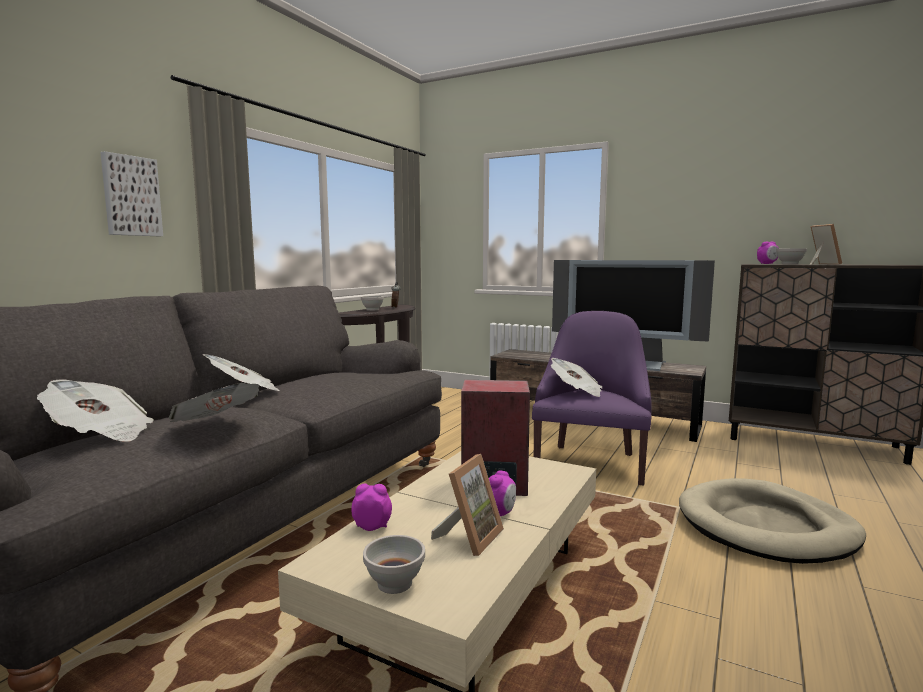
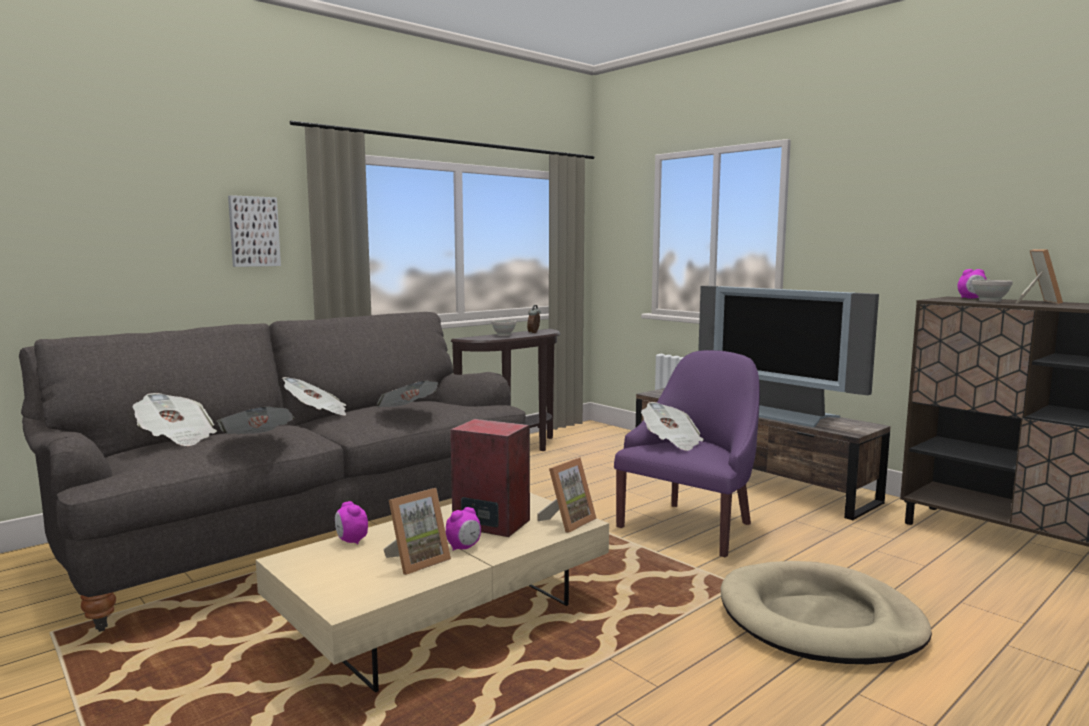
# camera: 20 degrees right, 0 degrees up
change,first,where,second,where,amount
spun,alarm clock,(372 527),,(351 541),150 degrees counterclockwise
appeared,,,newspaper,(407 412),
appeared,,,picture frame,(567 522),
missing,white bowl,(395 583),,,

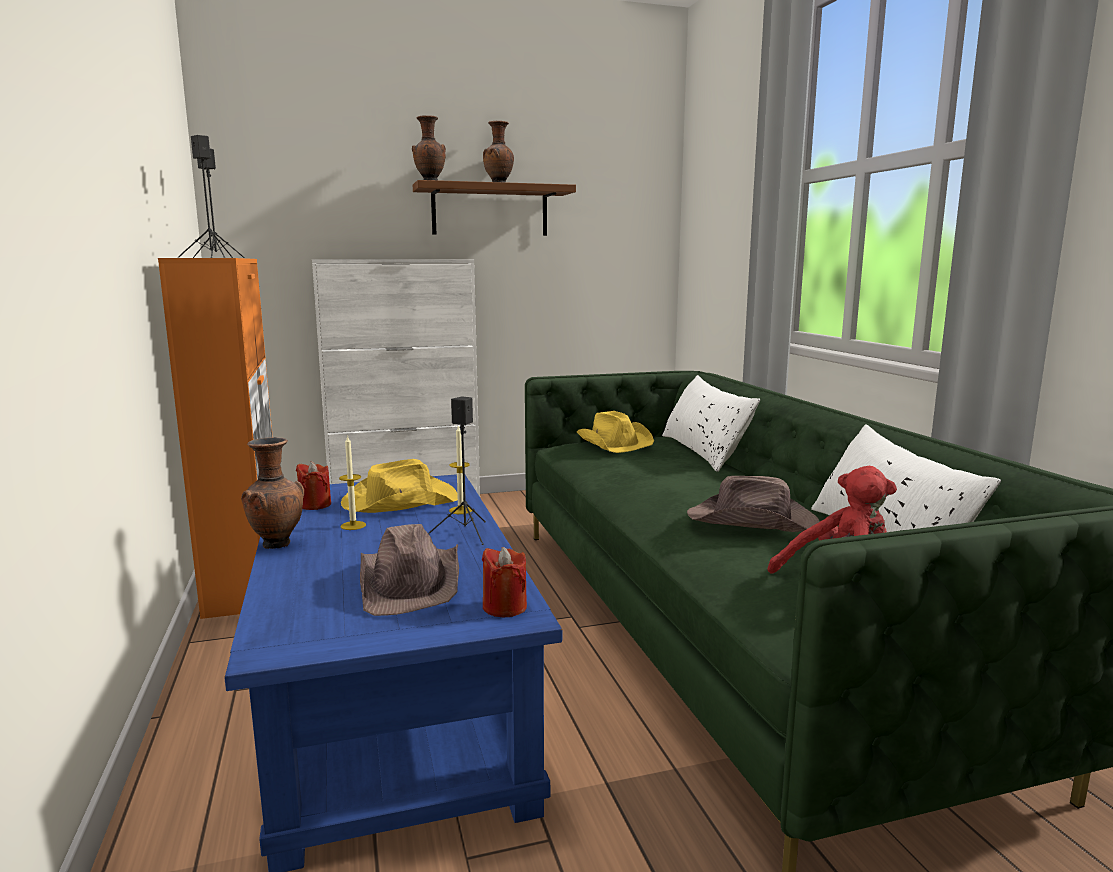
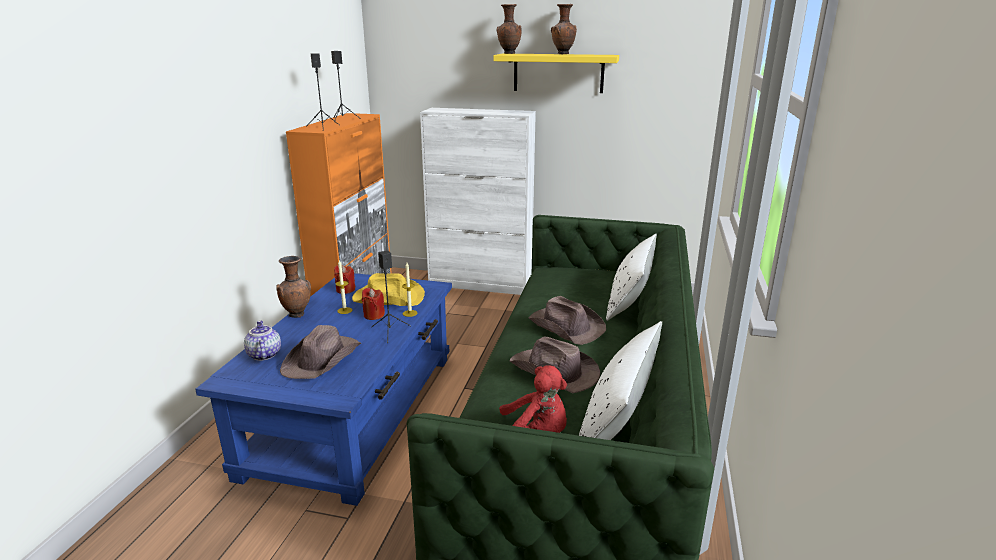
# camera: 30 degrees right, 10 degrees up
change,first,where,second,where,amount
appeared,,,teapot,(263 355),
relocated,red candle,(504 607),,(374 315),
colour,brown shelf,(490 211),yellow shelf,(558 73),
appeared,,,brown hat,(566 326),
missing,yellow hat,(614 442),,,

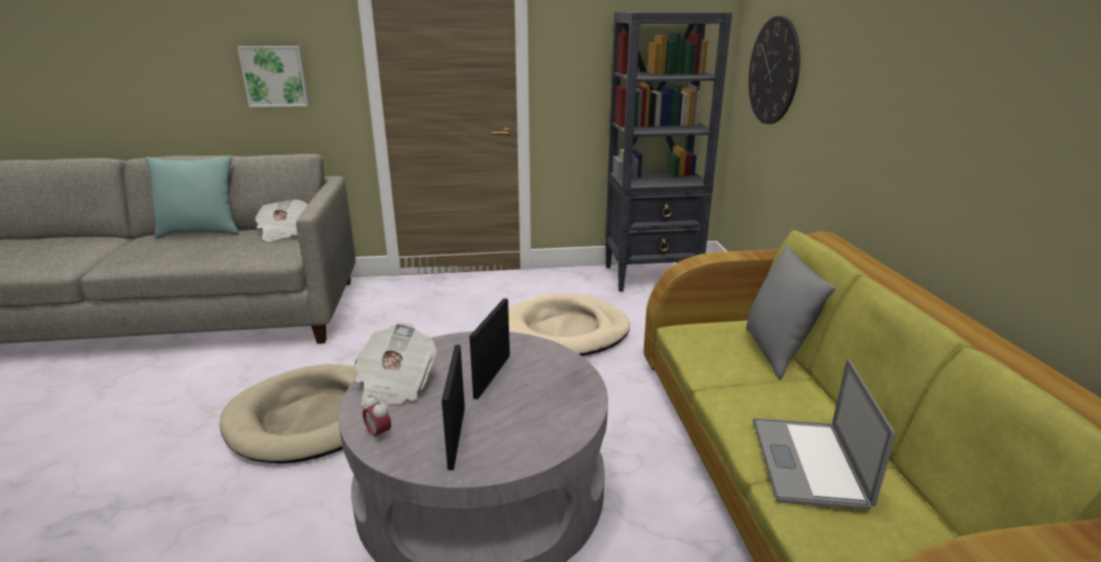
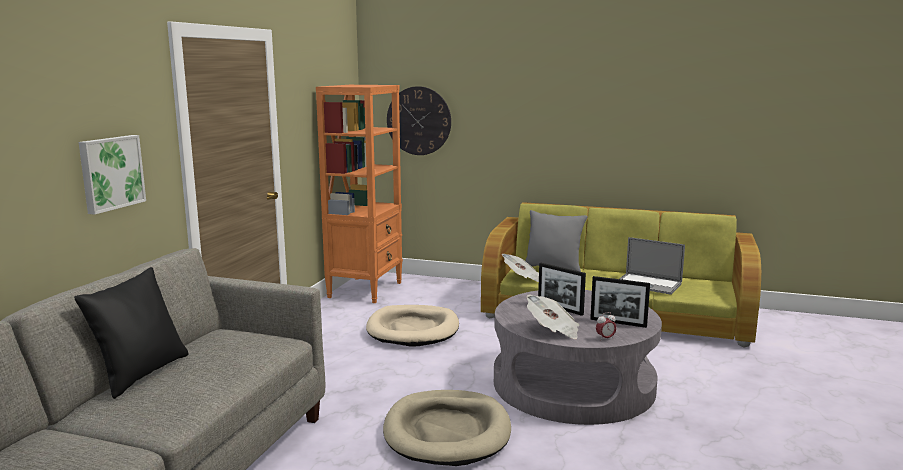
# camera: 65 degrees left, 10 degrees down
change,first,where,second,where,amount
colour,turquoise pillow,(201 232),black pillow,(141 374),
colour,black bookcase,(652 276),orange bookcase,(366 290),
relocated,newspaper,(283 232),,(522 278),

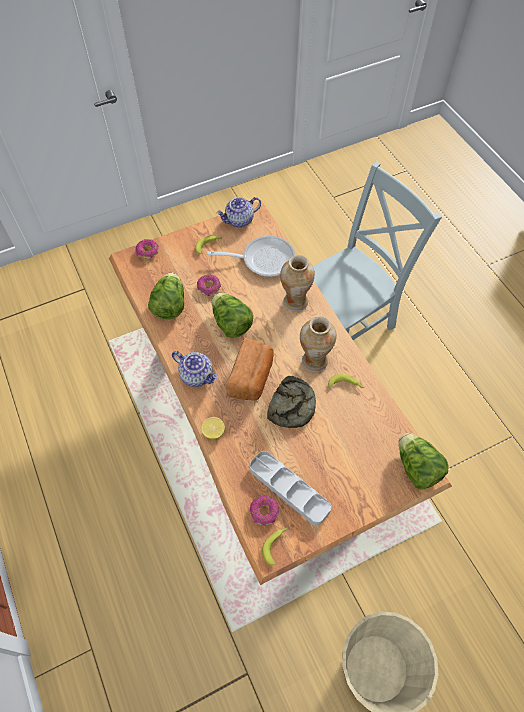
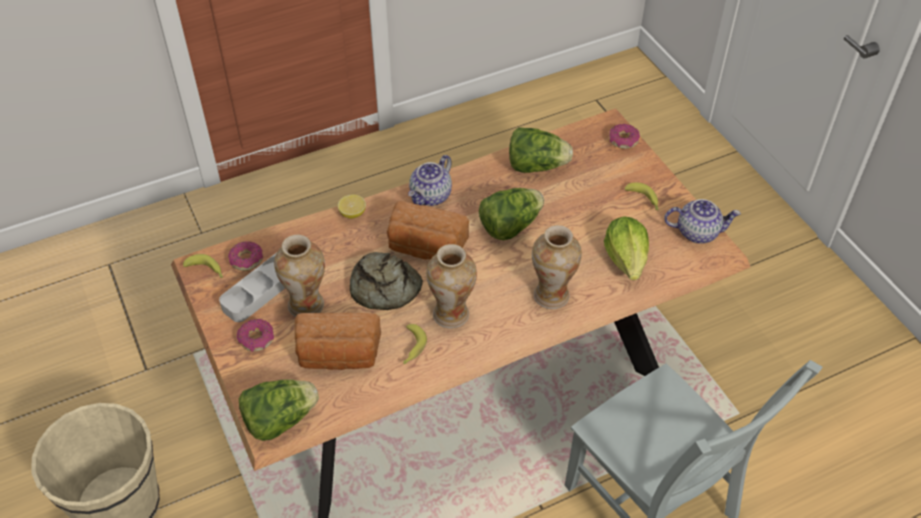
# camera: 90 degrees right, 10 degrees down
change,first,where,second,where,amount
relocated,donut,(209 287),,(256 339),
appeared,,,vase,(306 304),
appeared,,,bread,(338 356),
exchanged,frying pan,(263 259),lettuce,(626 259),
spun,teapot,(239 220),,(698 232),120 degrees clockwise

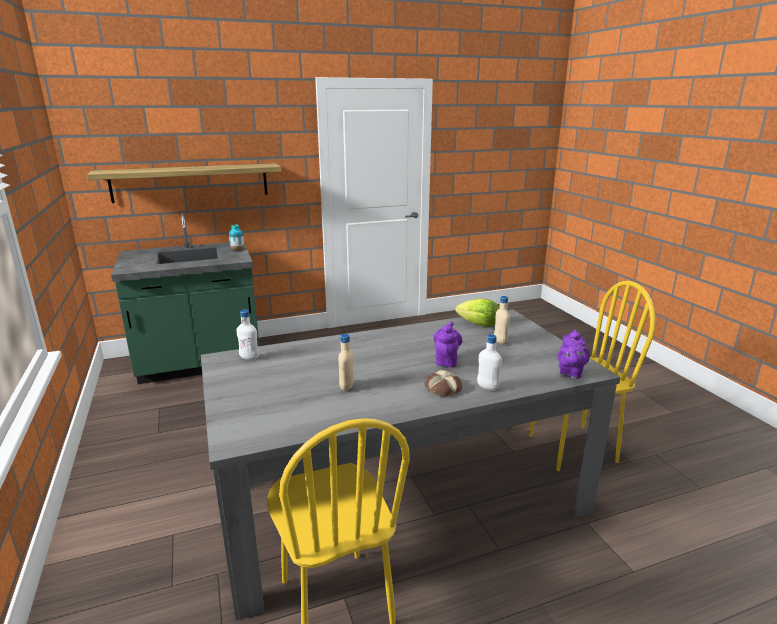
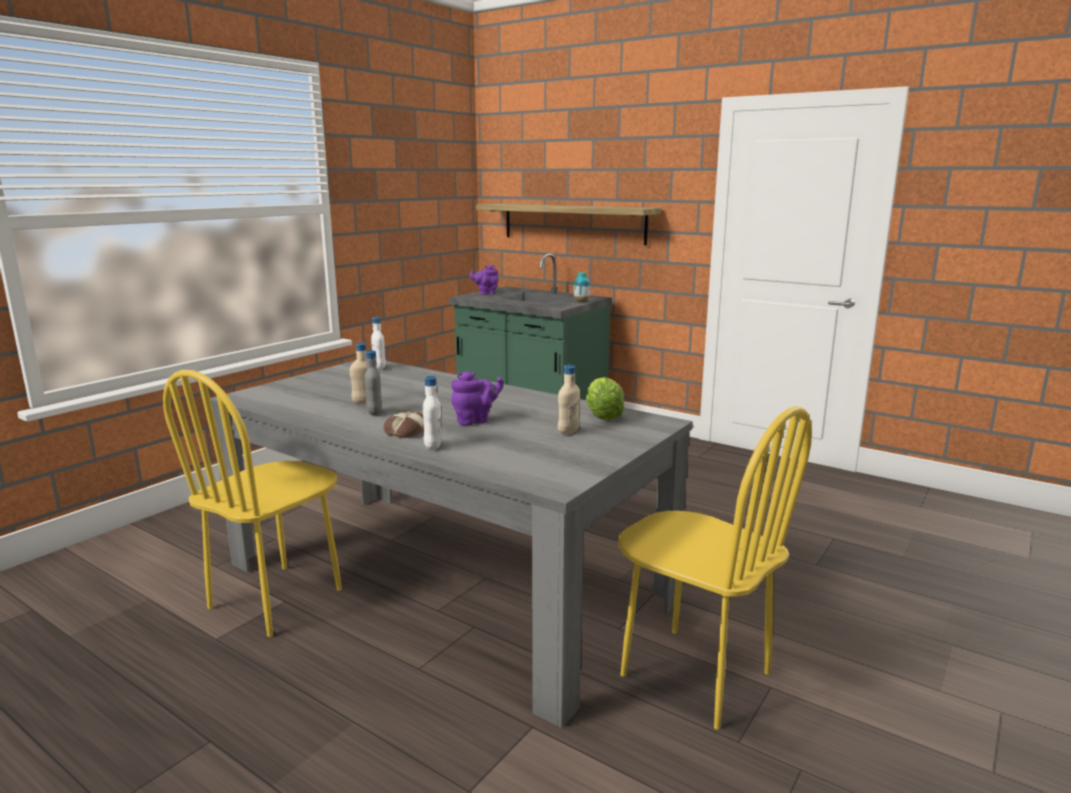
# camera: 55 degrees right, 5 degrees down
change,first,where,second,where,amount
appeared,,,grey bottle,(374 412),
relocated,purple teapot,(570 373),,(486 293),

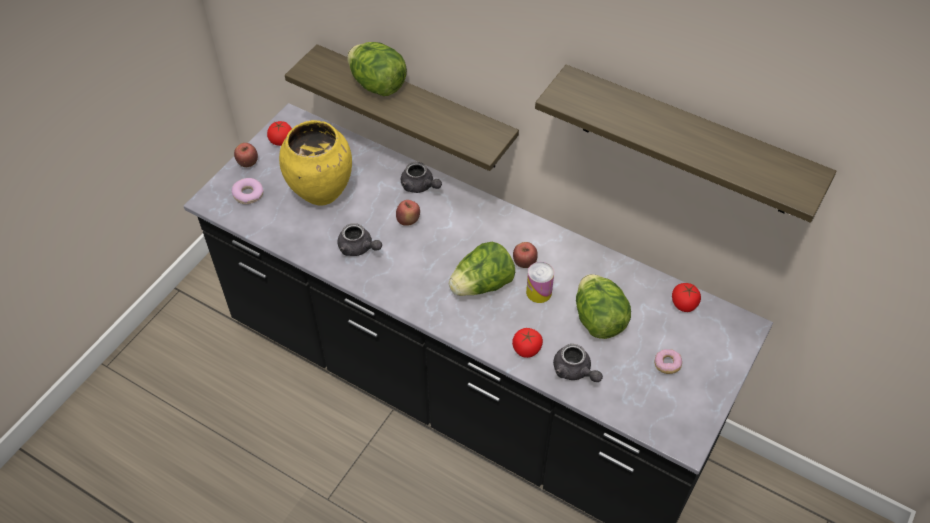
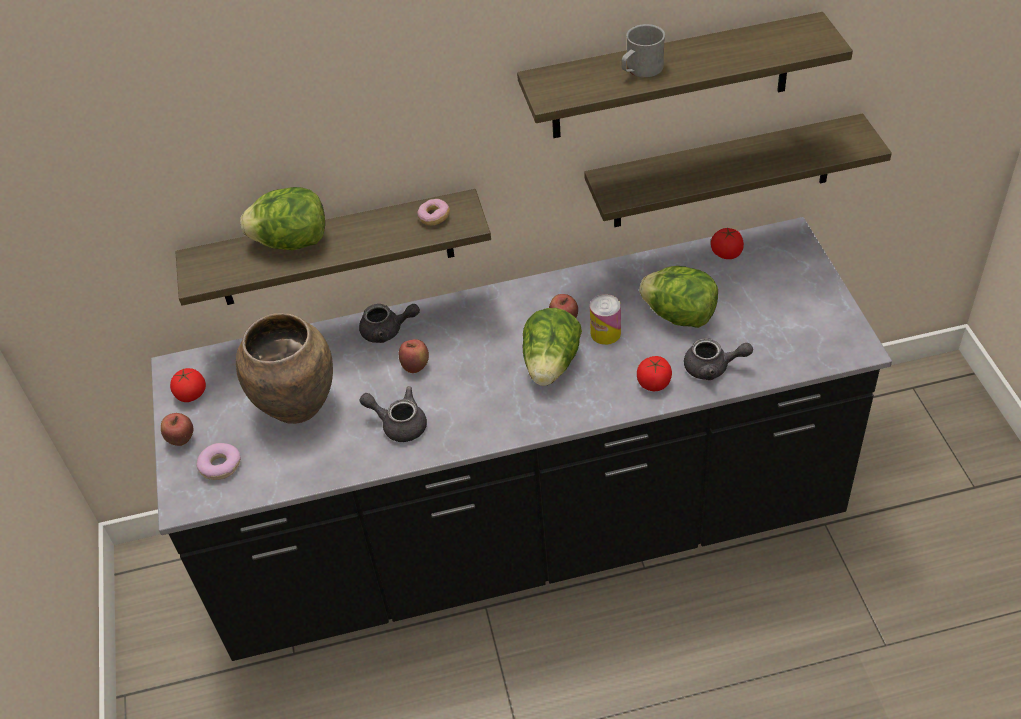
# camera: 40 degrees left, 5 degrees down
change,first,where,second,where,amount
colour,yellow vase,(322 193),brown vase,(298 406),
spun,grey teapot,(358 248),,(399 424),150 degrees counterclockwise
relocated,donut,(667 365),,(434 217),
appeared,,,shelf,(722 173),
appeared,,,grey mug,(640 70),

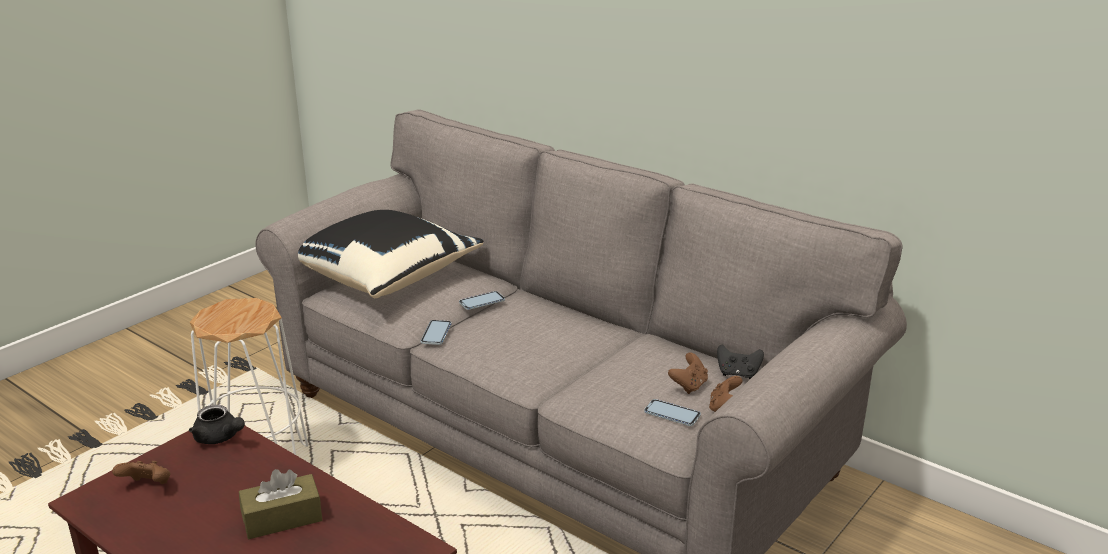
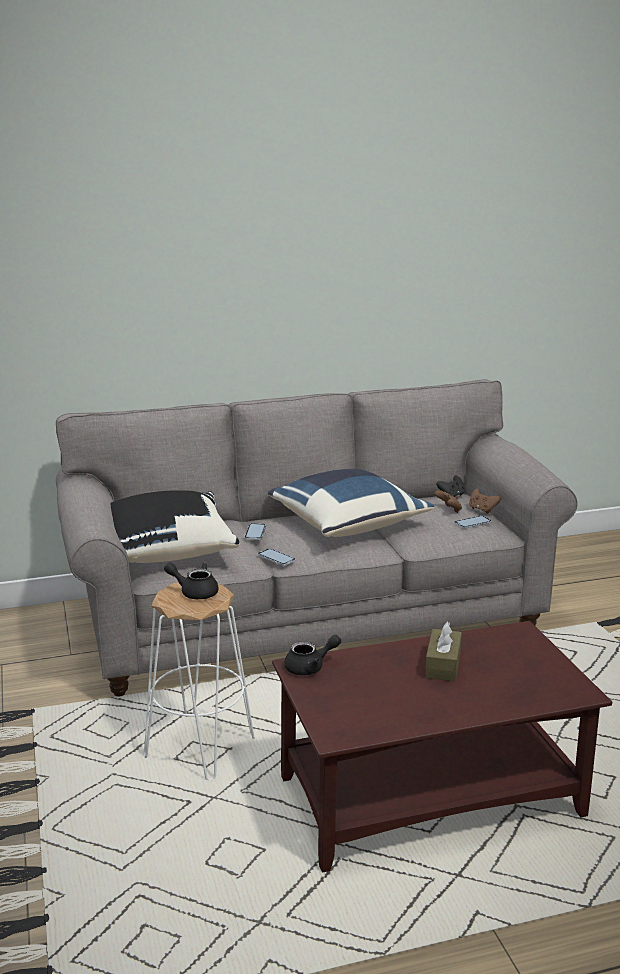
# camera: 55 degrees left, 5 degrees down
change,first,where,second,where,amount
appeared,,,black teapot,(194 592),
appeared,,,blue pillow,(347 524),
missing,brown game controller,(147 486),,,

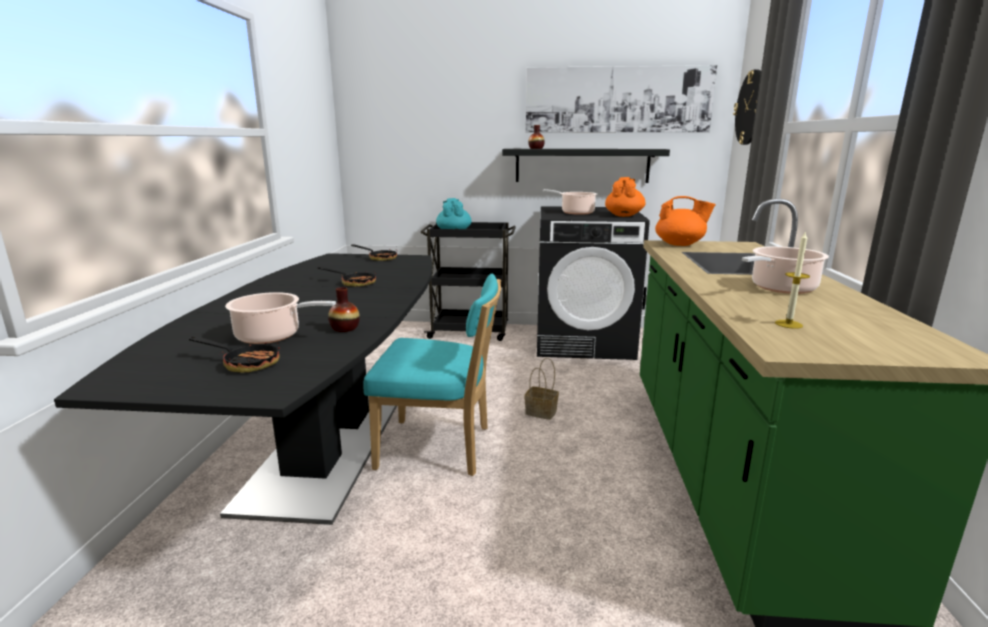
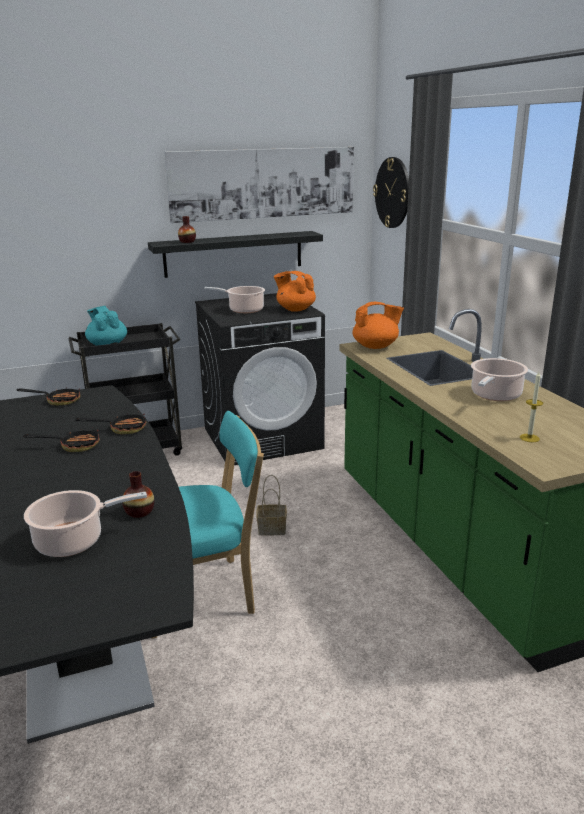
# camera: 25 degrees left, 5 degrees up
change,first,where,second,where,amount
relocated,frying pan,(245 363),,(122 429),
spun,orange teapot,(624 215),,(295 309),45 degrees counterclockwise

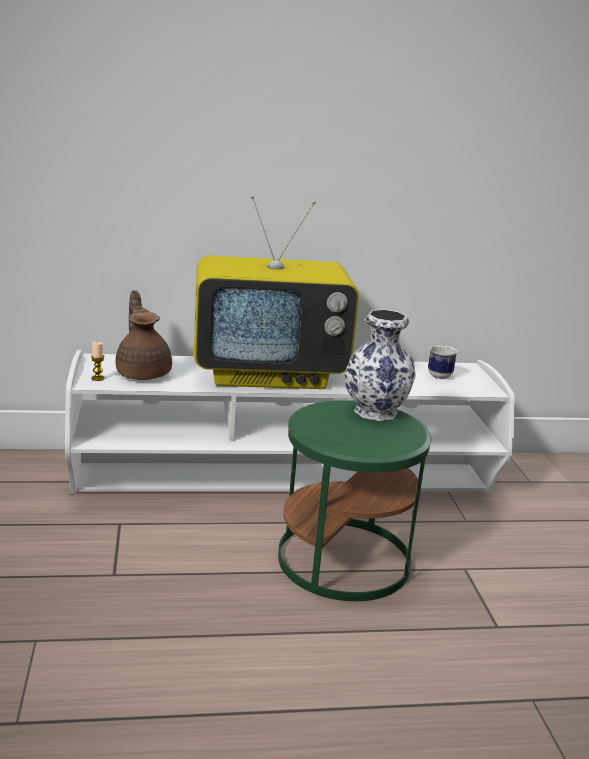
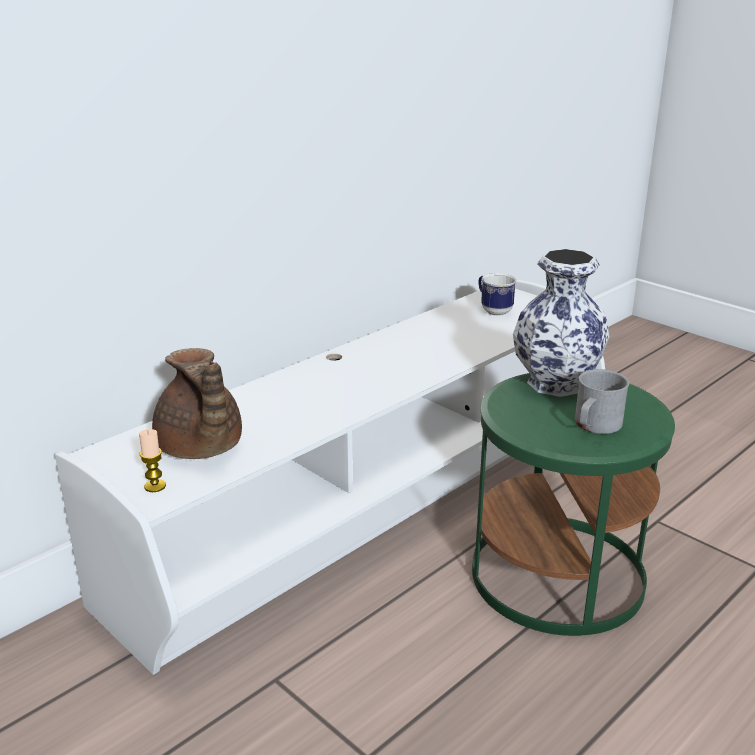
# camera: 35 degrees left, 5 degrees up
change,first,where,second,where,amount
spun,brown teapot,(143 373),,(200 449),150 degrees counterclockwise
appeared,,,grey mug,(594 426),
missing,television,(269 374),,,

